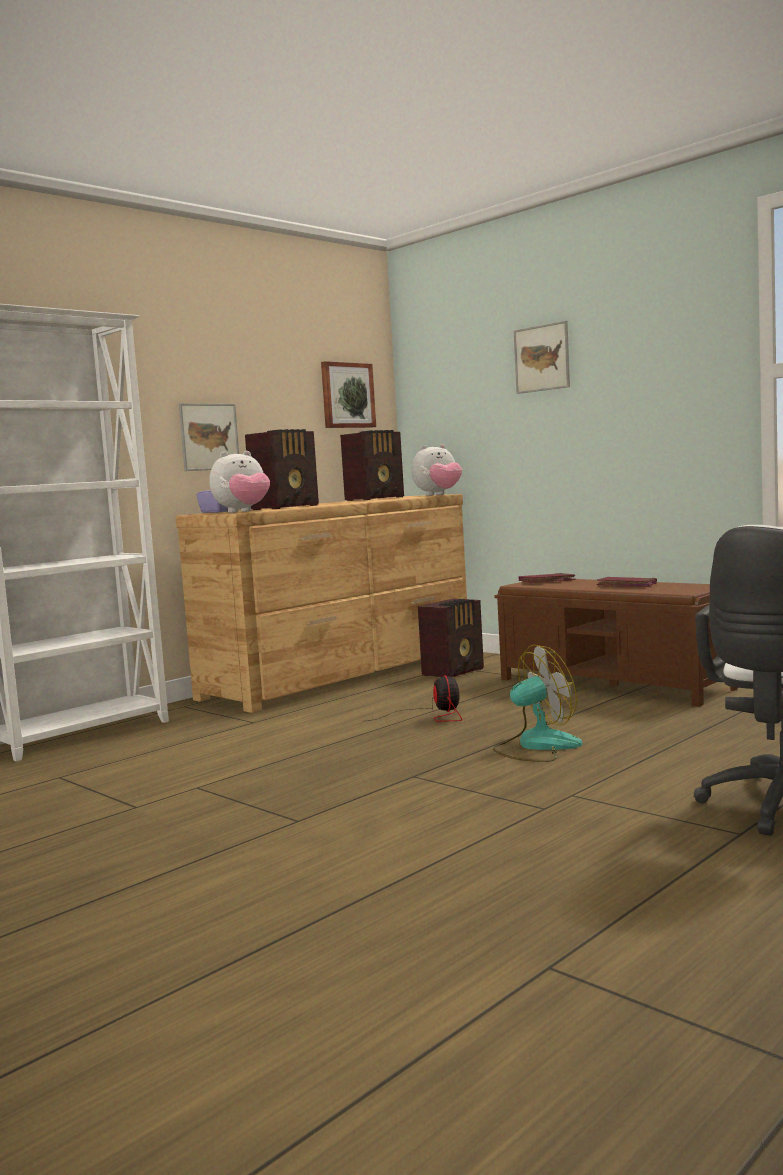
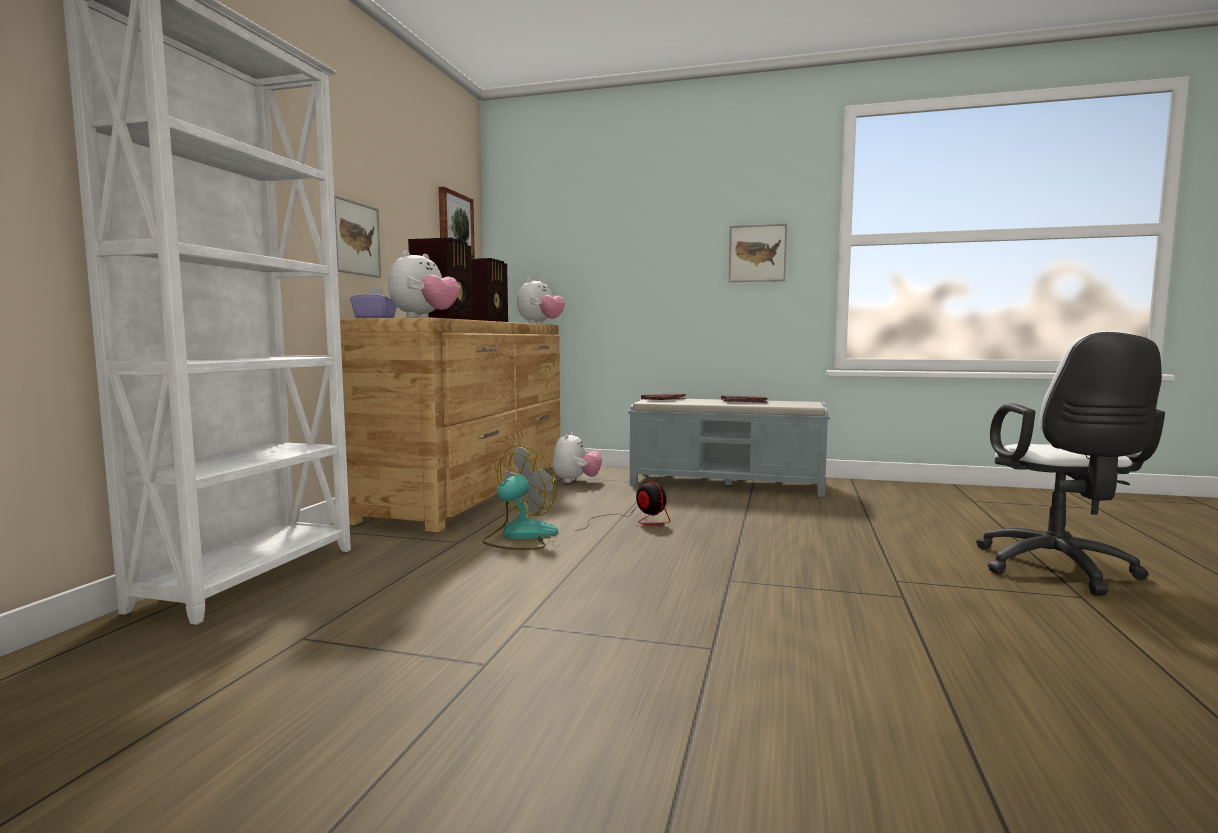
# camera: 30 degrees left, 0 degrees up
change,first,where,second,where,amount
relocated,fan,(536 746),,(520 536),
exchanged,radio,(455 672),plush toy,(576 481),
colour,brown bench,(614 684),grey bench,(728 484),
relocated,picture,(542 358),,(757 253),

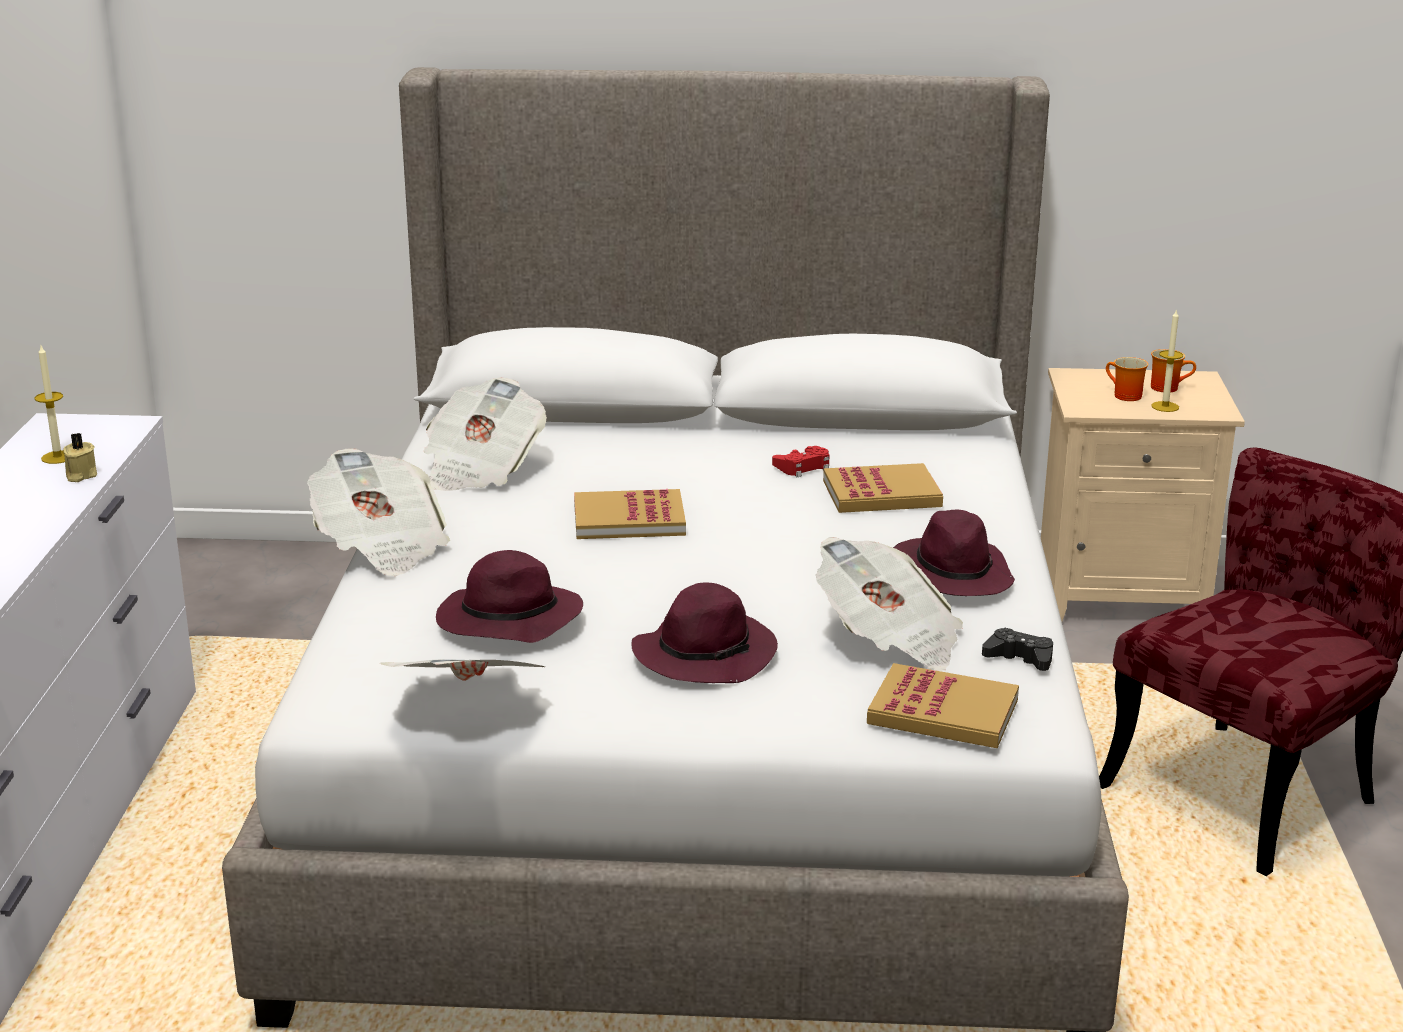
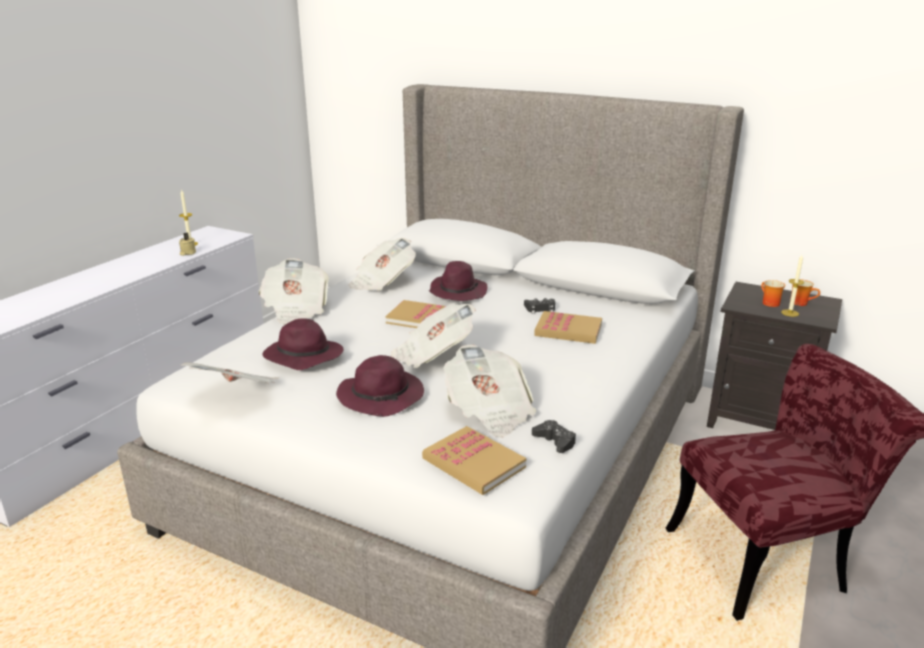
# camera: 25 degrees right, 0 degrees up
change,first,where,second,where,amount
appeared,,,newspaper,(433 355),
relocated,purple hat,(951 575),,(457 292),
colour,red game controller,(803 467),black game controller,(540 309),
colour,beige nightstand,(1123 595),black nightstand,(761 420),

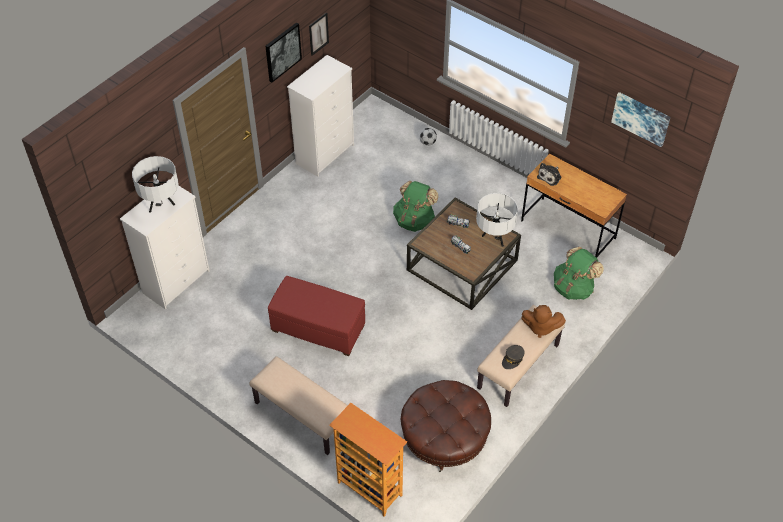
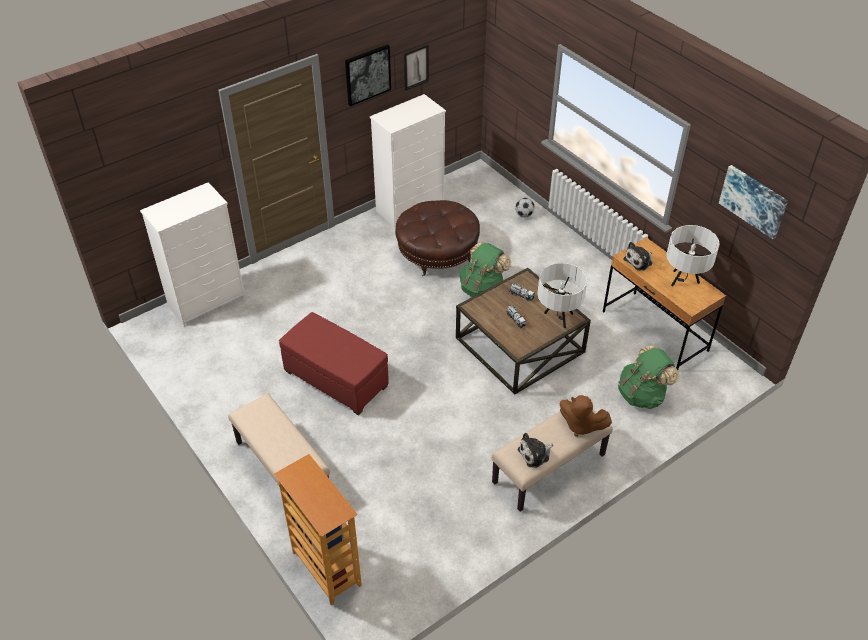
# camera: 15 degrees right, 5 degrees down
change,first,where,second,where,amount
relocated,brown ottoman,(444 437),,(437 253),
exchanged,grey cap,(512 359),plush toy,(535 454),
relocated,white table lamp,(161 205),,(684 281),

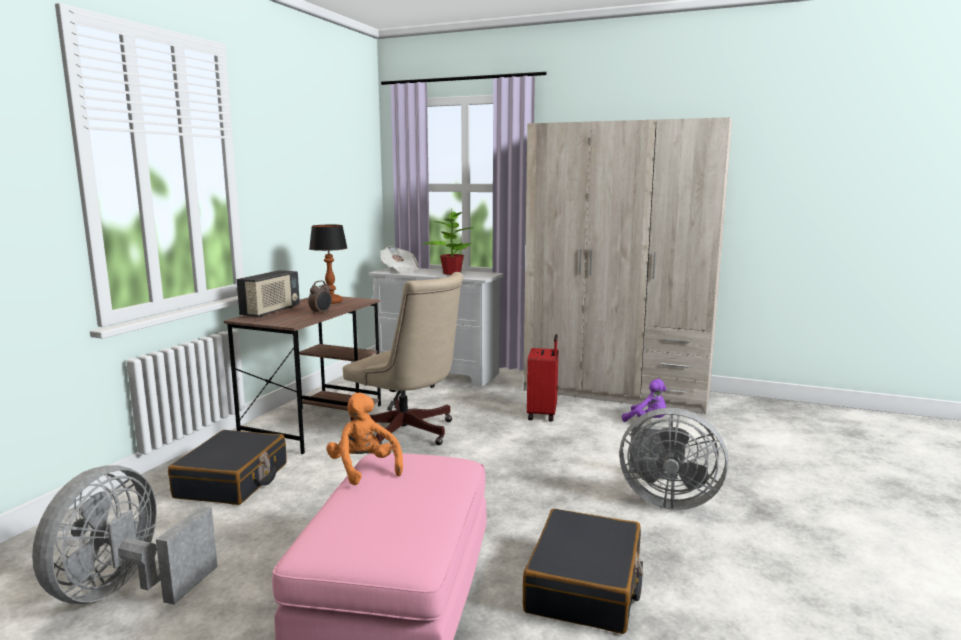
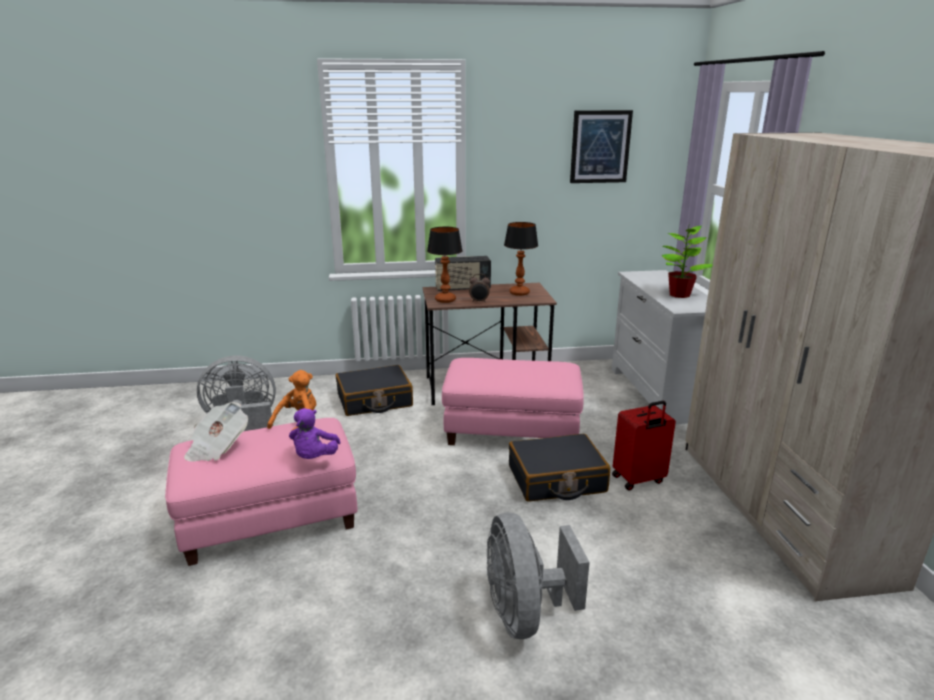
# camera: 60 degrees right, 10 degrees up
change,first,where,second,where,amount
relocated,newspaper,(399 271),,(217 447),
relocated,purple plush toy,(648 421),,(314 457),
appeared,,,table lamp,(445 300),
exchanged,beige office chair,(408 433),pink ottoman,(510 429),
relocated,black suitcase,(585 586),,(556 479),
appeared,,,picture,(600 147),

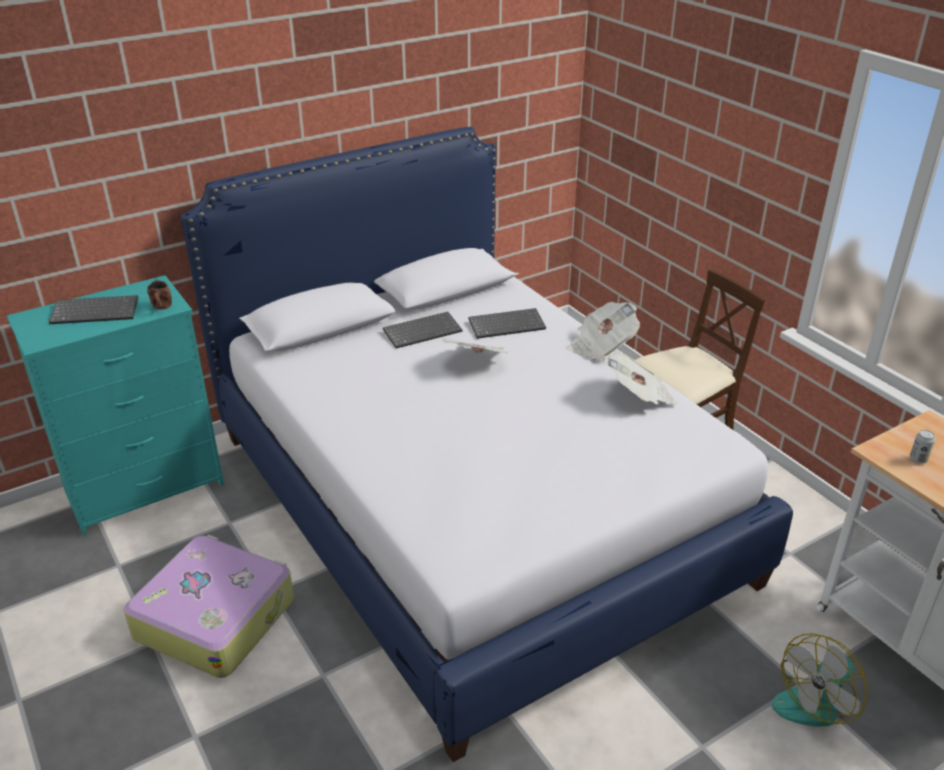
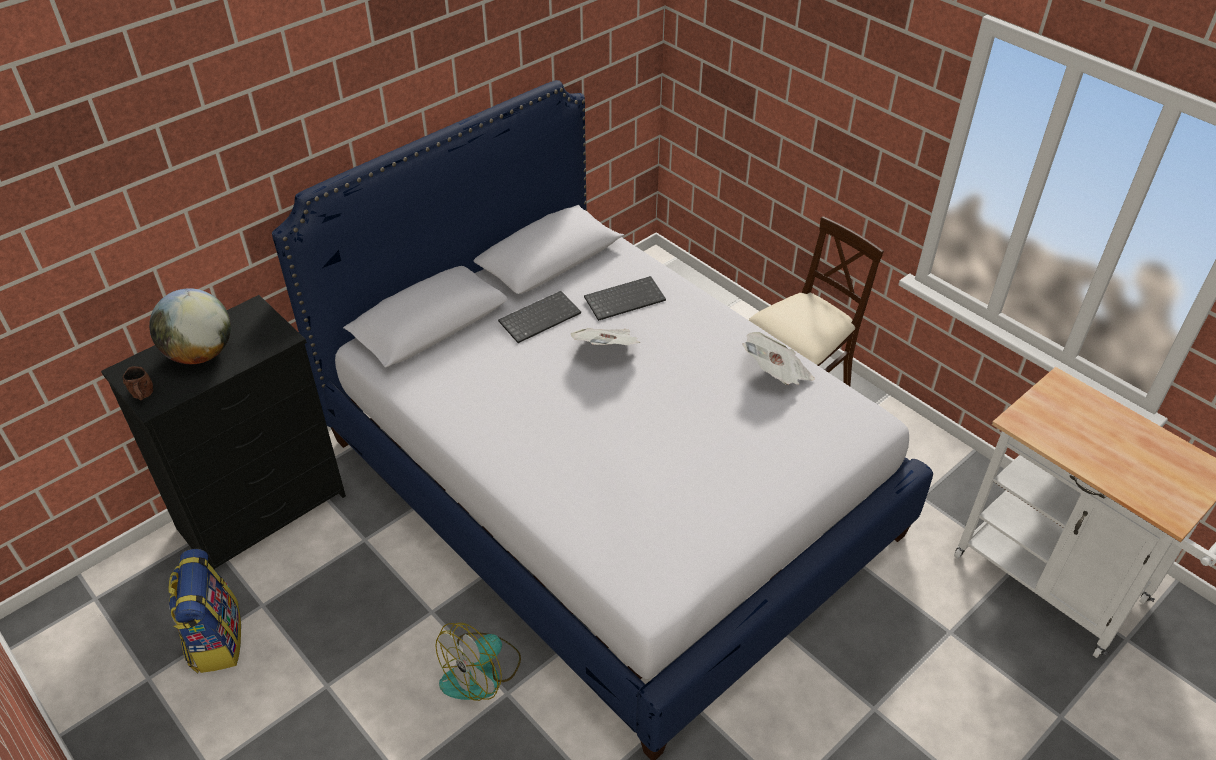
# camera: 10 degrees left, 10 degrees up
change,first,where,second,where,amount
colour,turquoise dresser,(147 489),black dresser,(264 512),
relocated,brown mug,(162 308),,(143 396),
exchanged,keyboard,(96 311),globe,(201 354),
appeared,,,backpack,(215 639),
relocated,fan,(815 700),,(481 672),
missing,suitcase,(215 617),,,
missing,newspaper,(601 346),,,
missing,can,(918 459),,,

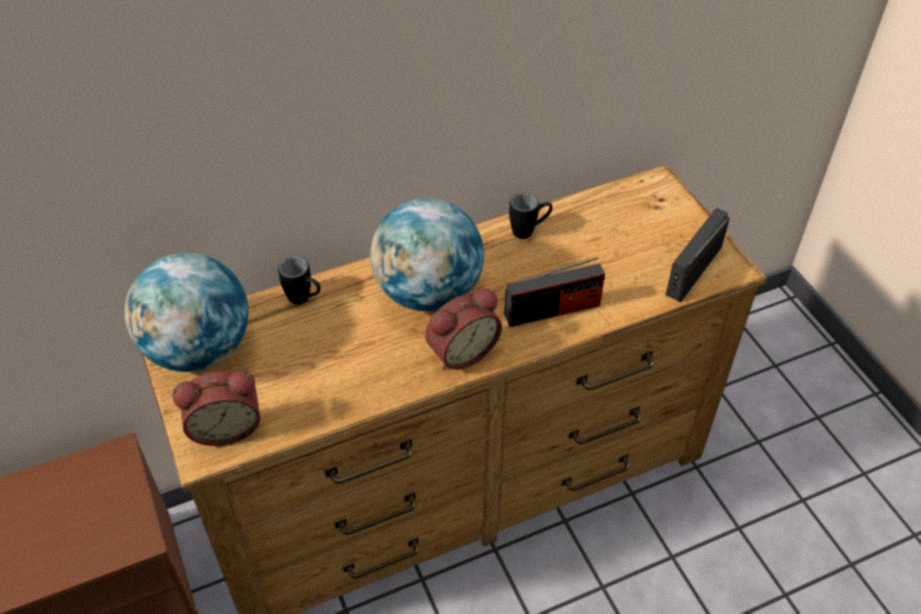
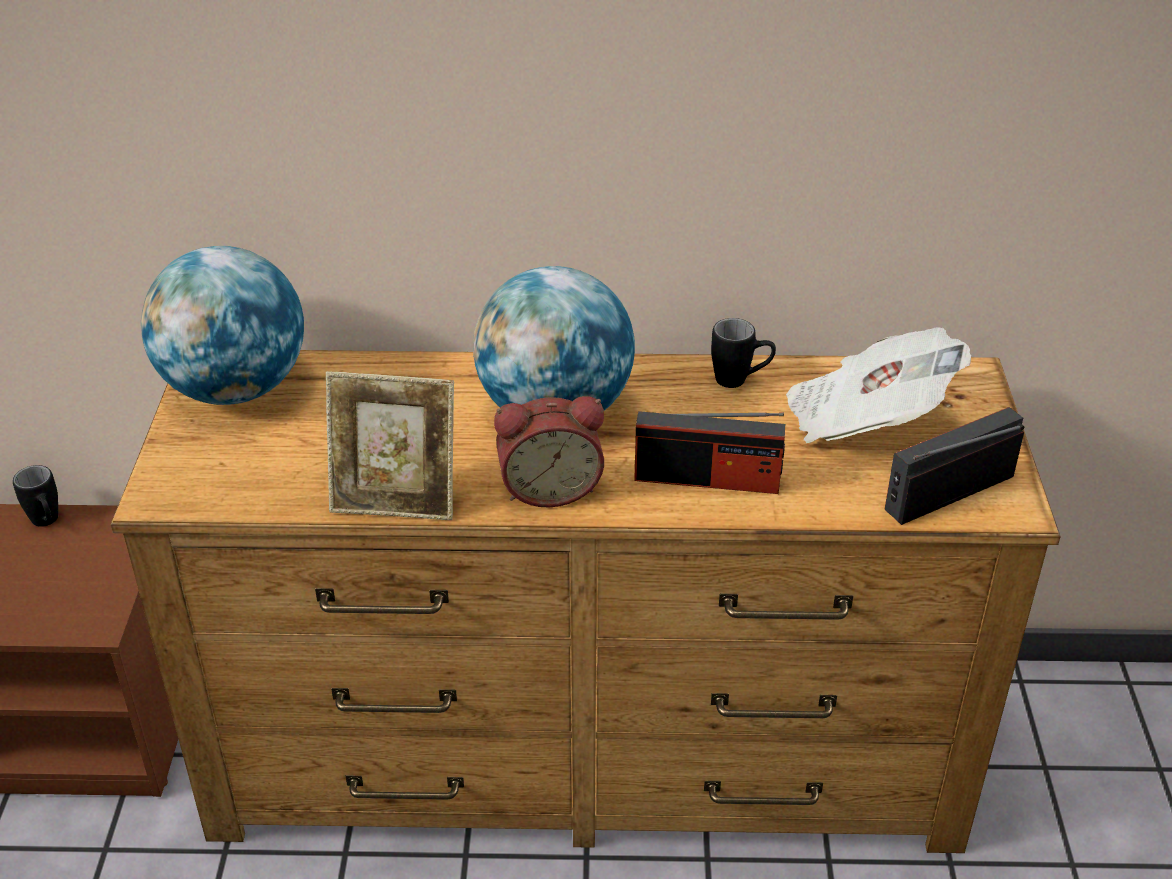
# camera: 25 degrees right, 10 degrees down
change,first,where,second,where,amount
relocated,black mug,(304 299),,(47 523),
appeared,,,picture frame,(396 501),
appeared,,,newspaper,(866 420),
missing,alarm clock,(226 426),,,

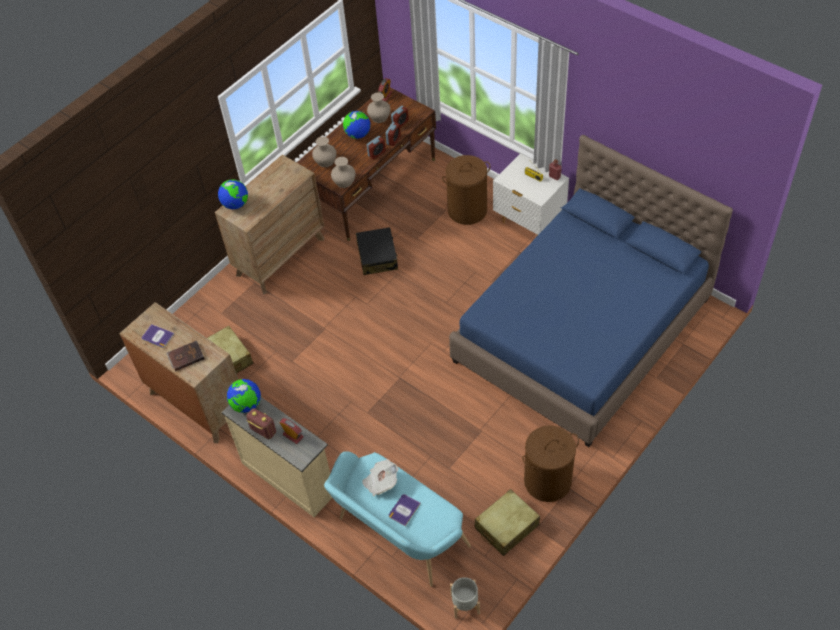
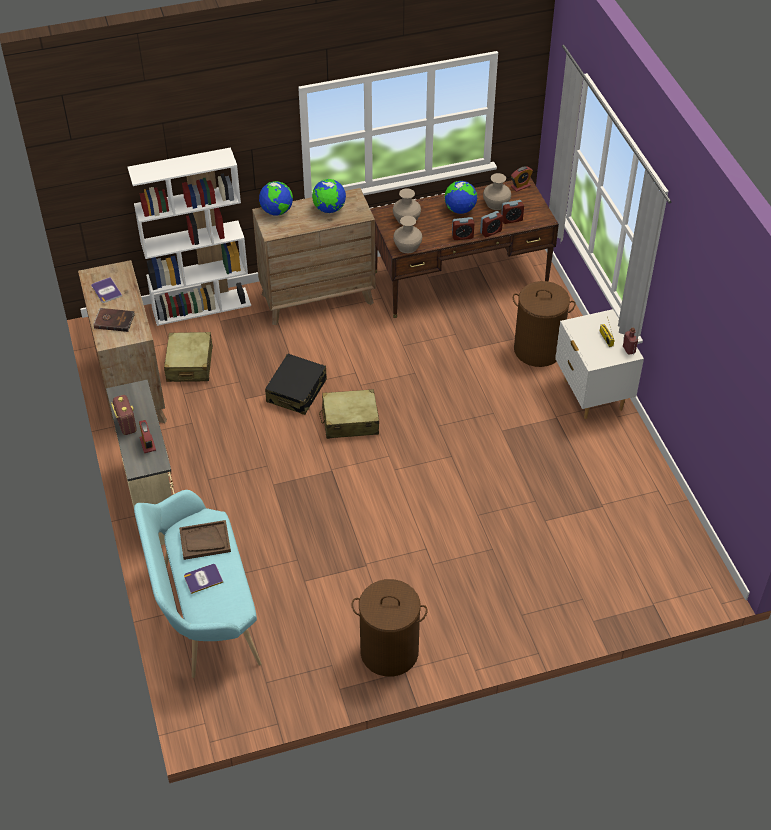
# camera: 30 degrees right, 5 degrees down
change,first,where,second,where,amount
appeared,,,white bookcase,(202 306),
exchanged,newspaper,(381 482),brown tray,(205 541),
relocated,black suitcase,(377 256),,(297 391),
relocated,globe,(246 405),,(329 209),
relocated,beige suitcase,(506 527),,(350 421),
missing,blue bed,(582 330),,,
missing,grey planter,(465 604),,,

